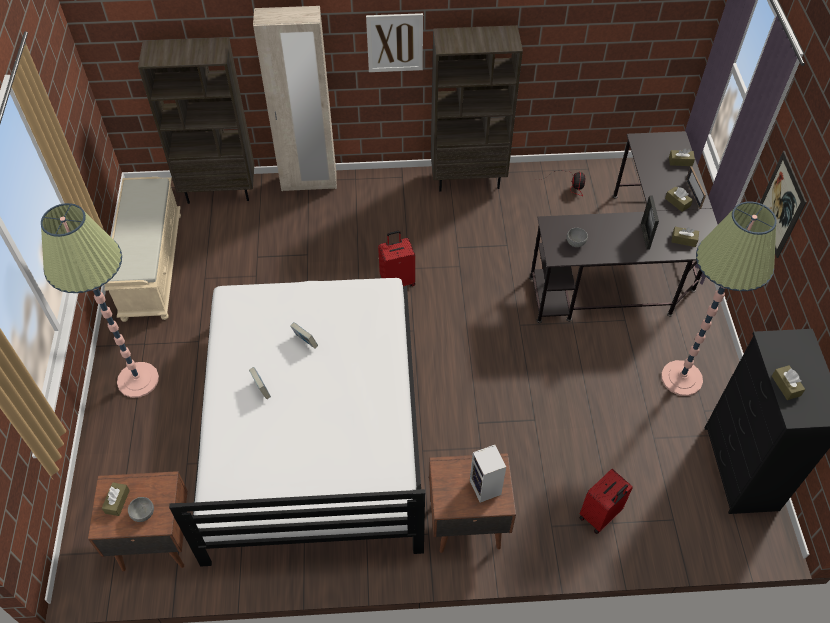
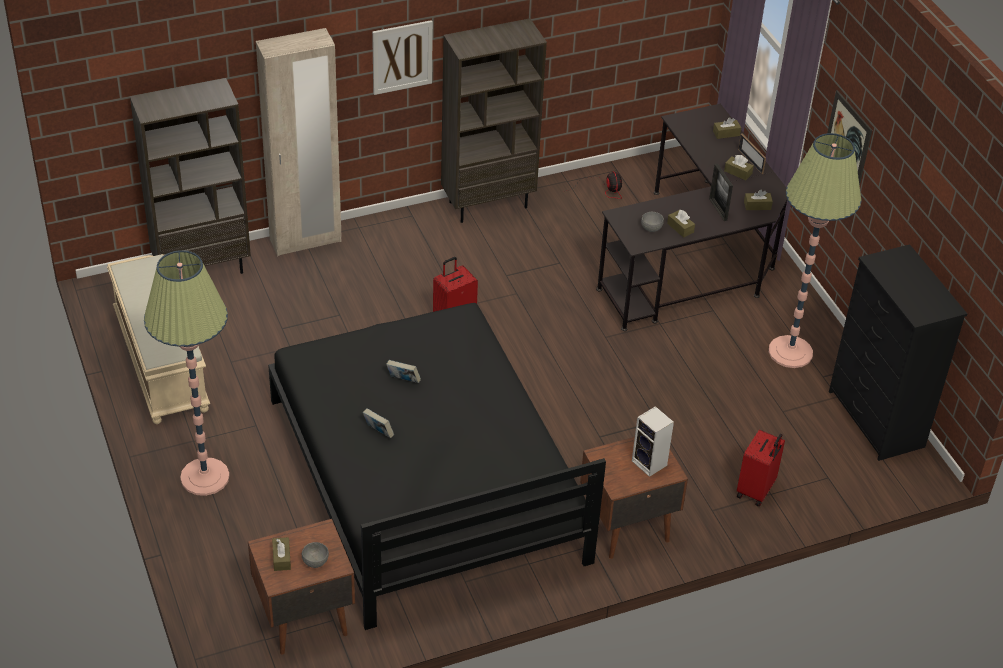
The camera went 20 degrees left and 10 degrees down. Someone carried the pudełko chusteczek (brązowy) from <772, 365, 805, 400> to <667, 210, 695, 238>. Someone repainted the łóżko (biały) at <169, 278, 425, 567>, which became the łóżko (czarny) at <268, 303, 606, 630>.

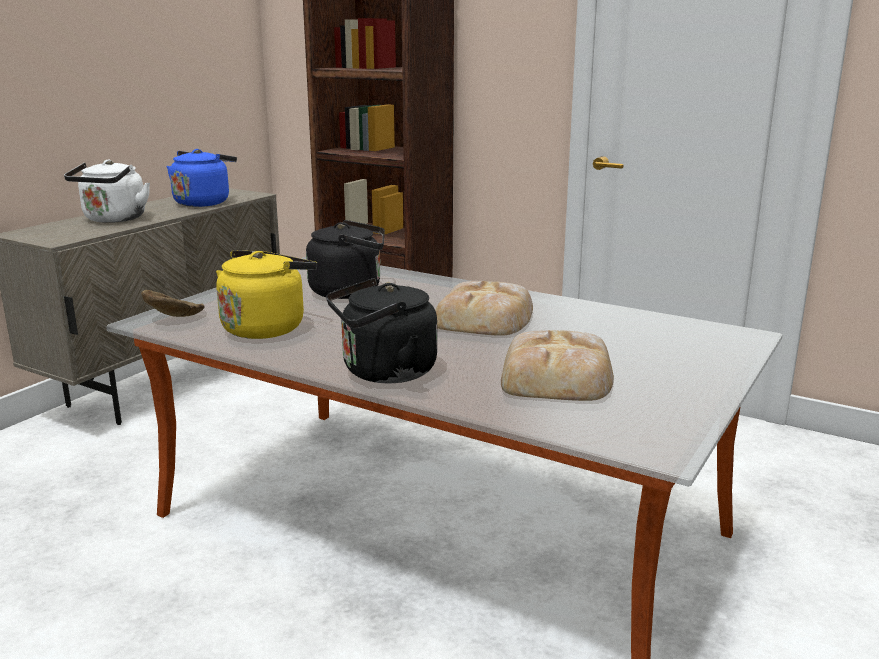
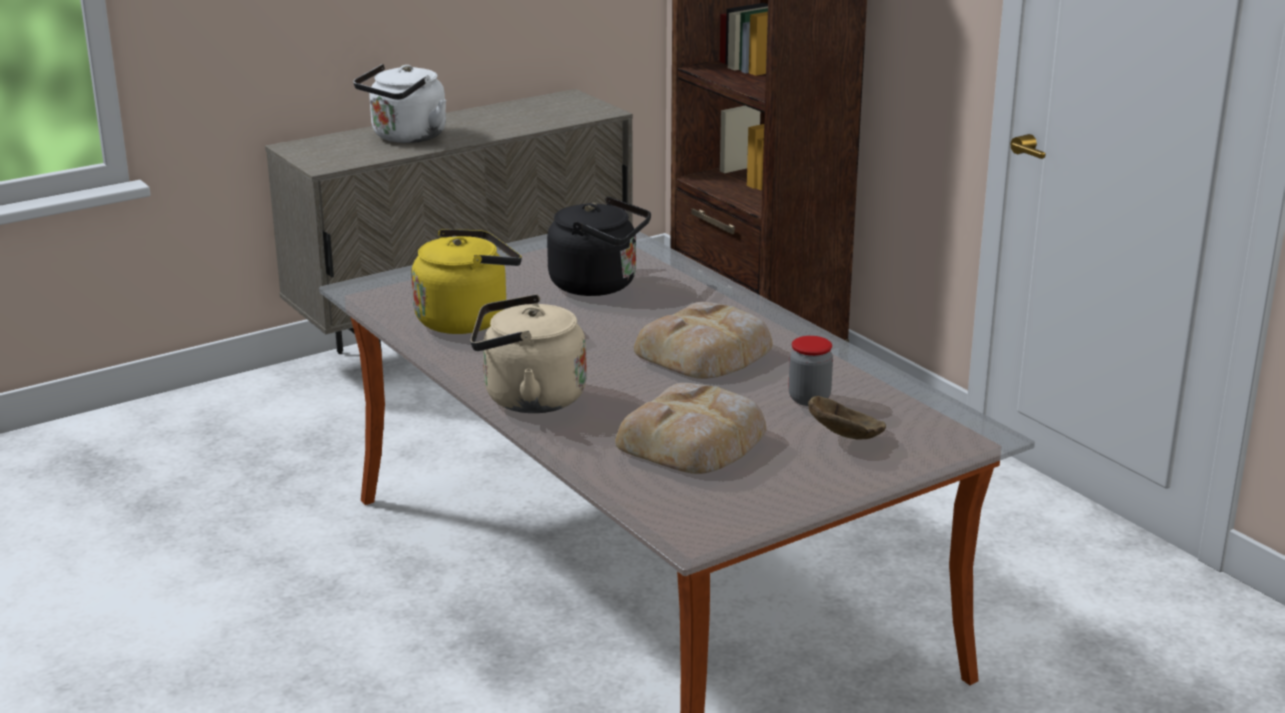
The camera went 25 degrees right and 5 degrees up. Someone took away the czajnik (niebieski) at <166, 149, 237, 207>. Someone put down the słoik at <788, 336, 833, 406>. Someone carried the miska (brązowy) from <141, 290, 205, 317> to <808, 396, 886, 440>. Someone repainted the czajnik (czarny) at <326, 278, 437, 384>, which became the czajnik (beżowy) at <470, 294, 587, 413>.

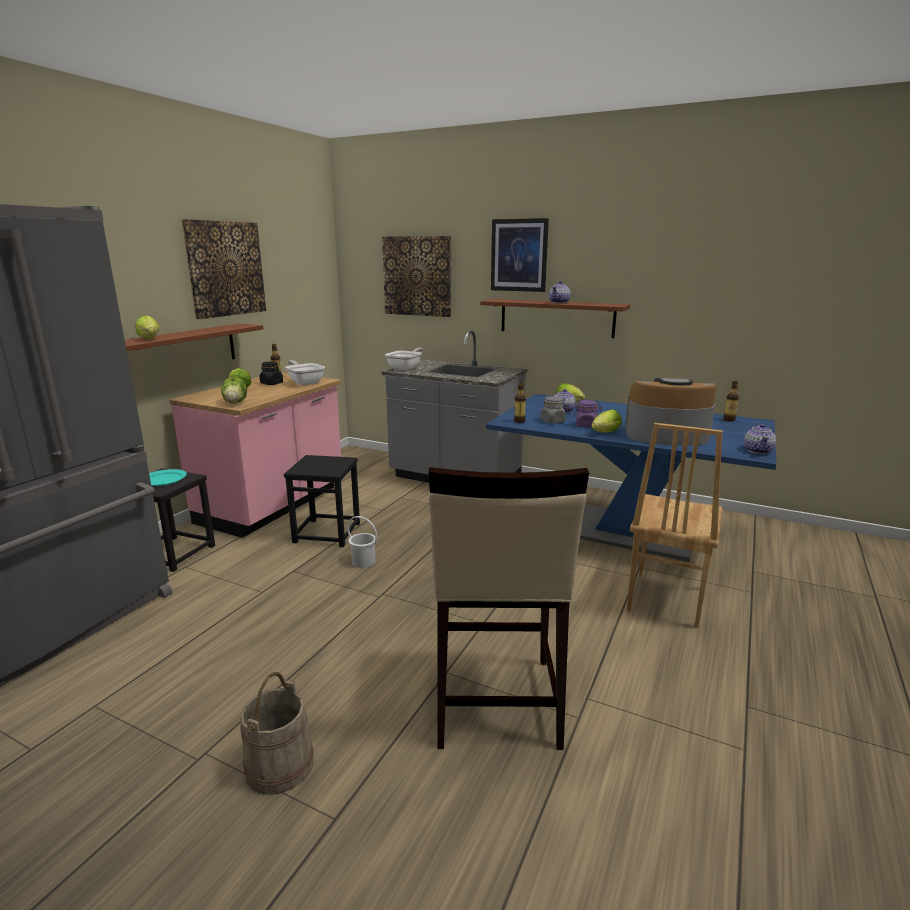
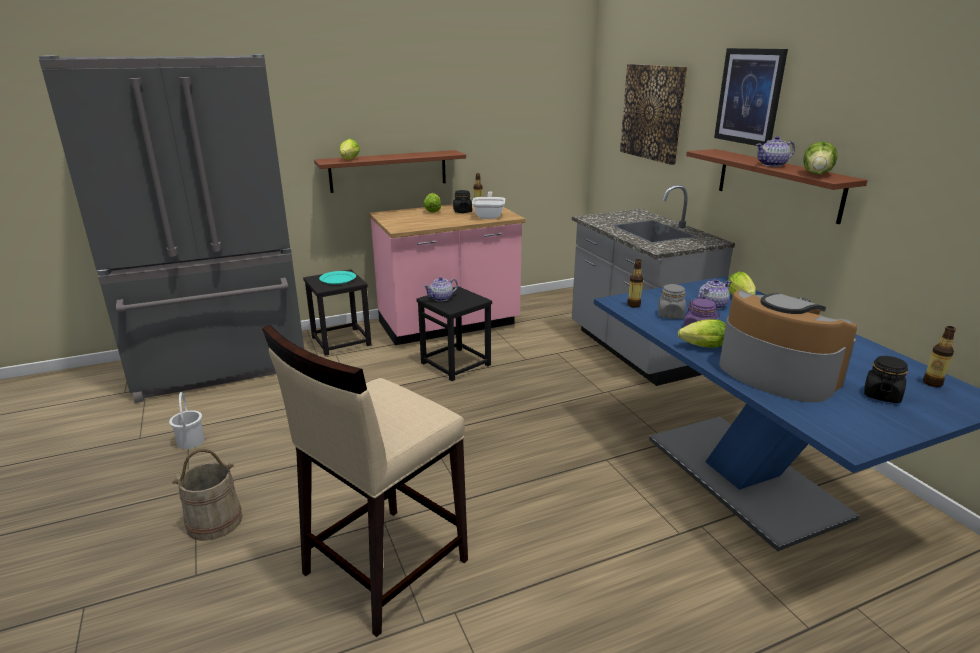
The camera went 40 degrees right and 5 degrees up. Someone took away the obraz at <182, 219, 266, 319>. Someone took away the patelnia at <385, 348, 424, 370>. Someone took away the krzesło (brązowy) at <627, 423, 723, 628>. Someone put down the słoik (czarny) at <864, 356, 908, 403>. Someone carried the sałata from <221, 377, 247, 403> to <803, 142, 837, 175>. Someone carried the wiadro (biały) from <347, 516, 377, 568> to <169, 392, 205, 449>. Someone carried the imbryk from <744, 424, 776, 454> to <423, 277, 458, 302>.

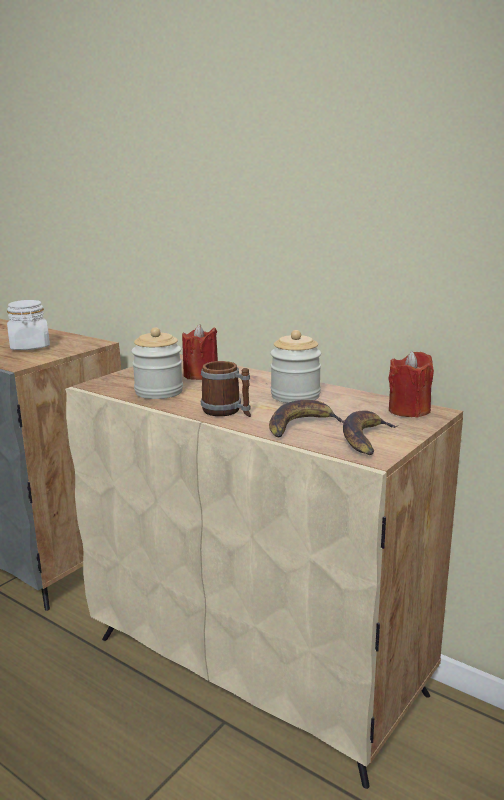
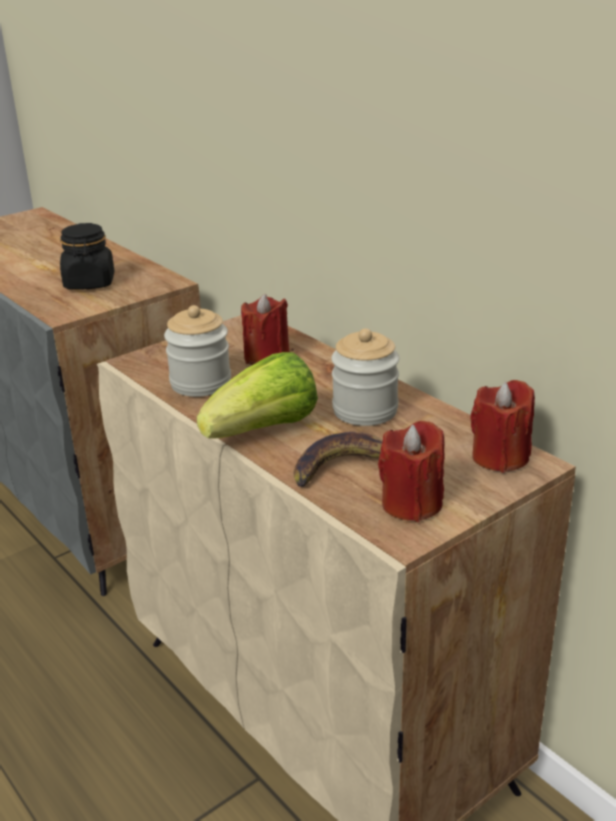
The camera went 15 degrees right and 10 degrees up. Someone swapped the kubek at <201, 361, 251, 417> for the sałata at <197, 352, 318, 439>. Someone swapped the banan at <343, 410, 399, 455> for the świeca (czerwony) at <378, 421, 445, 522>. Someone repainted the słoik (biały) at <7, 300, 50, 350>, which became the słoik (czarny) at <60, 223, 114, 290>.

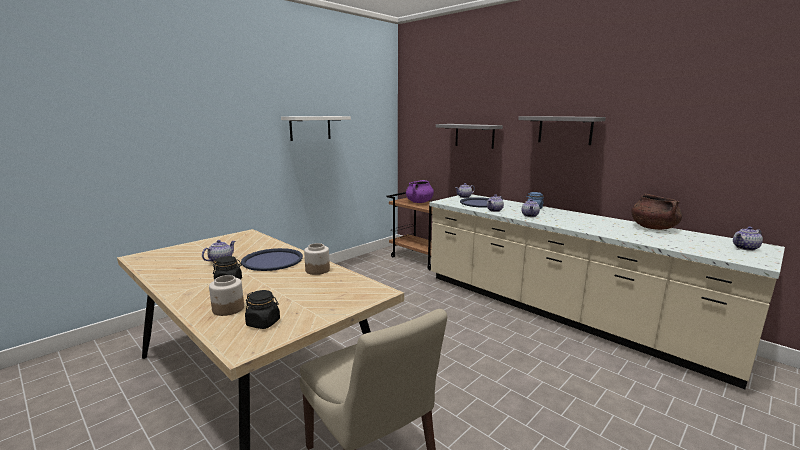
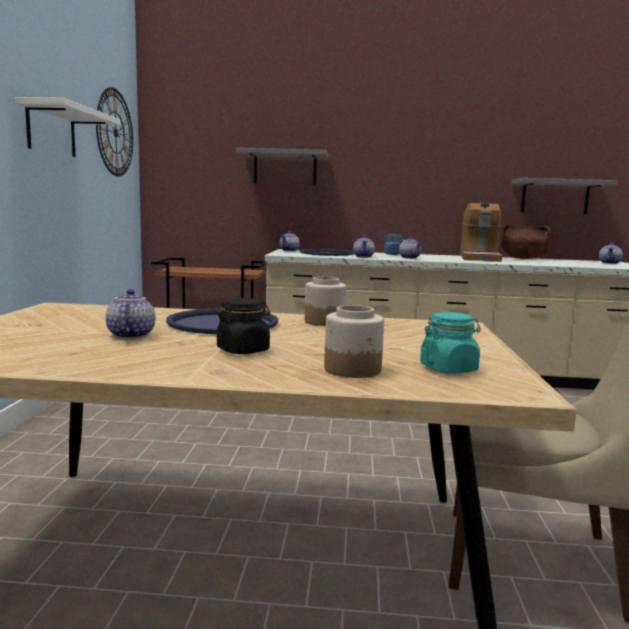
The camera went 40 degrees left and 5 degrees down. Someone took away the garnek (fioletowy) at <406, 180, 434, 203>. Someone put up the zegar ścienny at <96, 87, 133, 176>. Someone put down the ekspres do kawy at <460, 202, 502, 262>. Someone carried the półka (szary) from <518, 116, 606, 145> to <511, 178, 618, 214>. Someone repainted the słoik (czarny) at <245, 290, 280, 329>, which became the słoik (turkusowy) at <420, 312, 481, 373>.

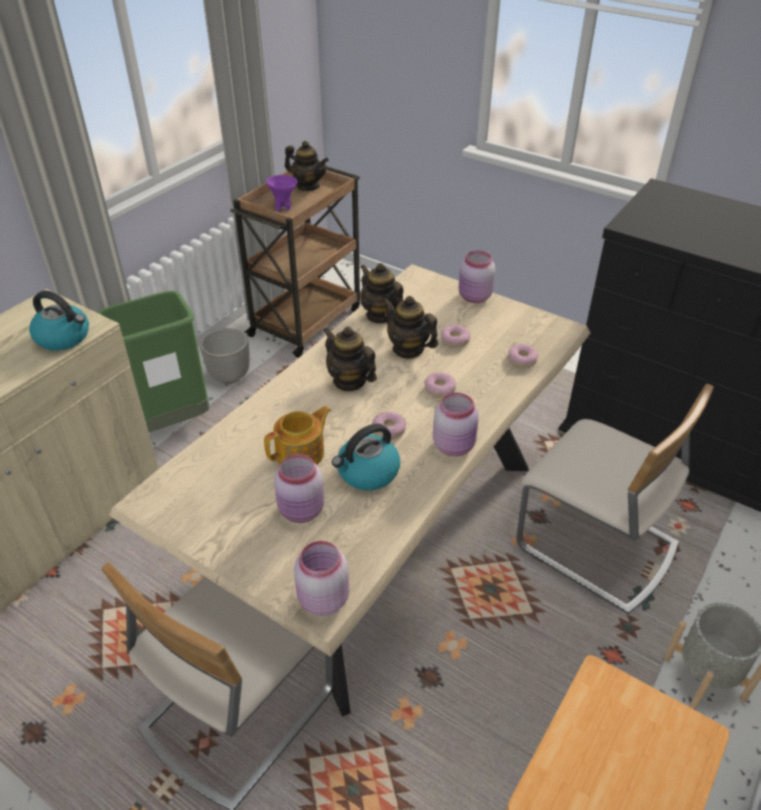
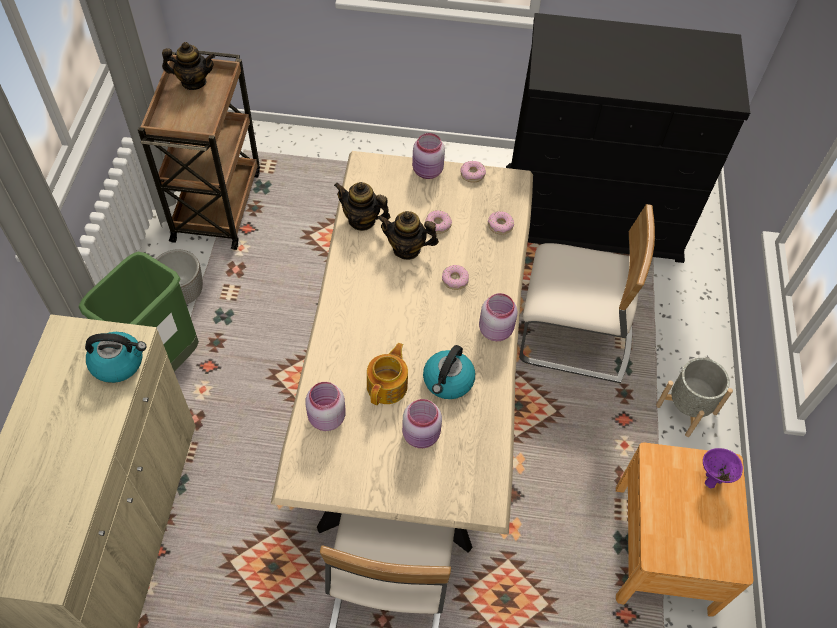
The camera went 30 degrees left and 15 degrees up. Someone took away the imbryk at <323, 326, 377, 391>. Someone carried the miska (fioletowy) from <266, 175, 297, 211> to <703, 448, 743, 489>. Someone carried the słoik (różowy) from <294, 541, 349, 616> to <305, 382, 346, 431>. Someone carried the donut from <372, 412, 406, 439> to <460, 161, 486, 183>.

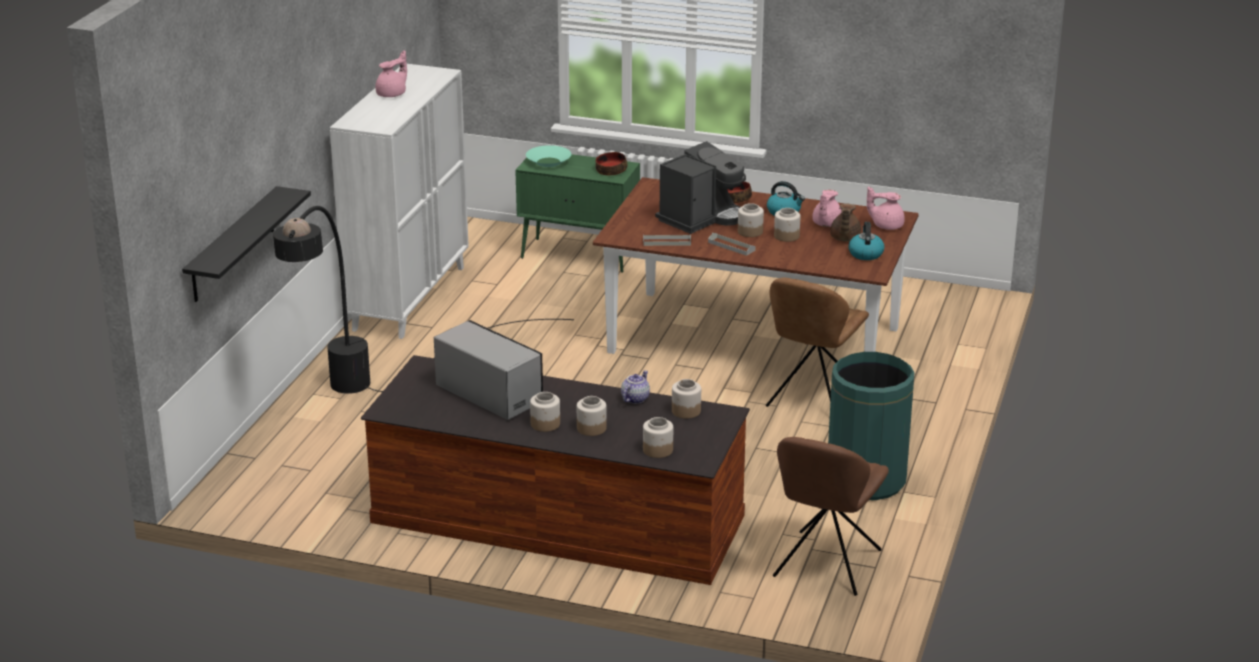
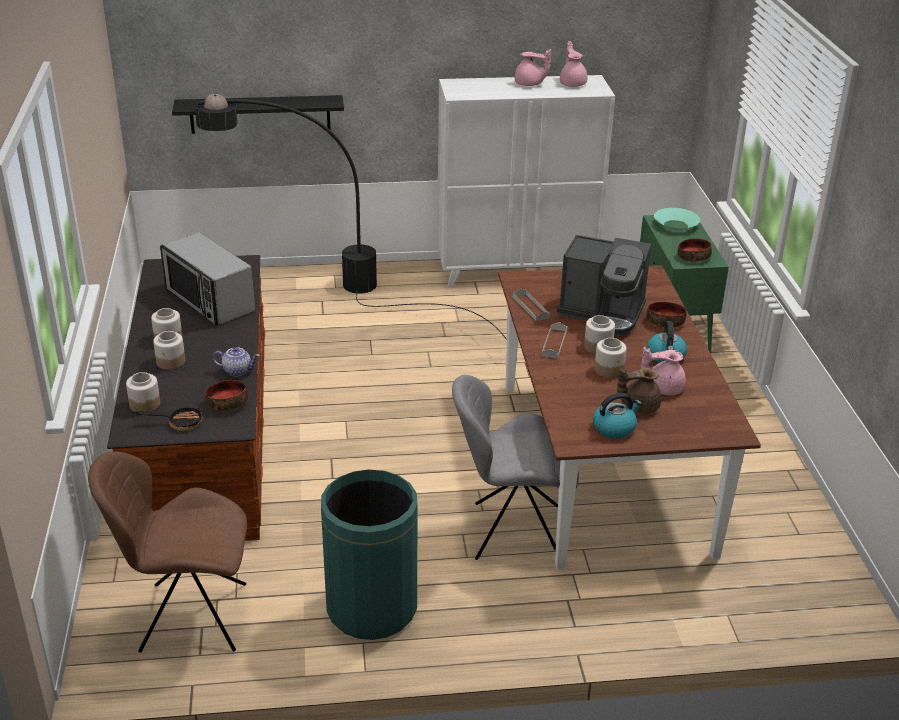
The camera went 65 degrees right and 5 degrees up. Someone put down the patelnia at <136, 406, 203, 431>. Someone carried the imbryk (różowy) from <867, 186, 905, 230> to <560, 41, 587, 87>. Someone swapped the słoik at <672, 379, 701, 419> for the miska at <205, 380, 248, 411>. Someone repainted the krzesło (brązowy) at <766, 278, 869, 407>, which became the krzesło (szary) at <452, 375, 579, 560>. Someone rotated the mikrofalówka at <434, 320, 543, 420> by 120 degrees clockwise.

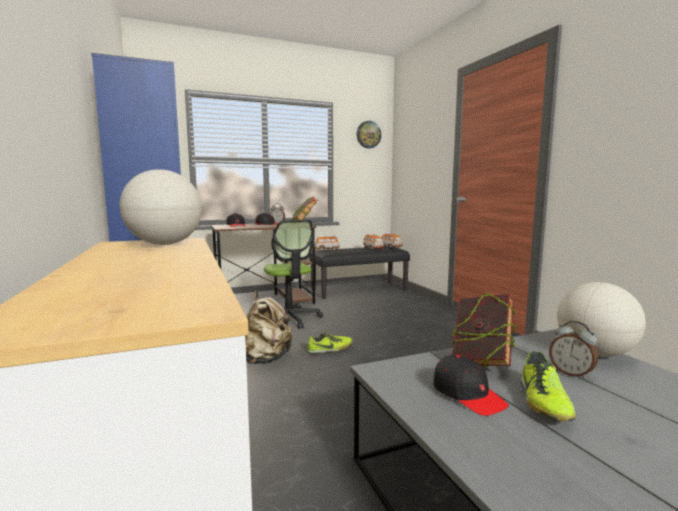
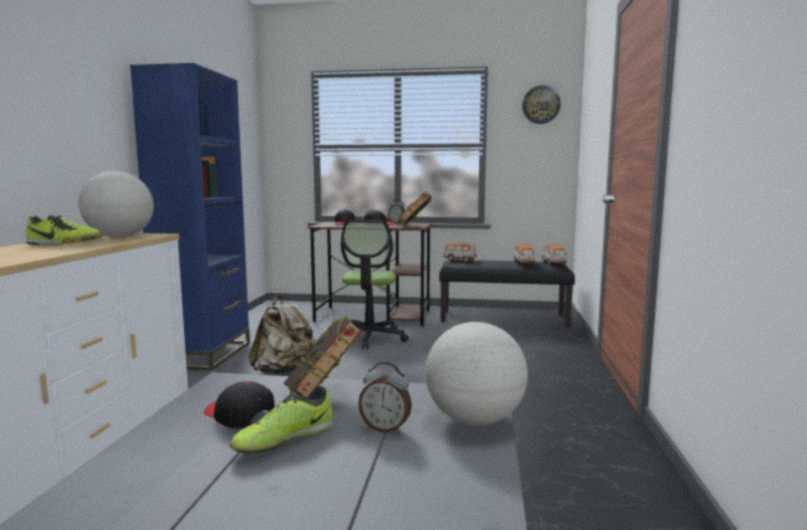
The camera went 30 degrees right and 0 degrees up. Someone carried the but from <308, 333, 352, 354> to <26, 215, 102, 245>. Someone rotated the czapka z daszkiem (czarny) at <433, 355, 509, 416> by 135 degrees clockwise. Someone rotated the budzik at <549, 321, 598, 379> by 60 degrees counterclockwise.

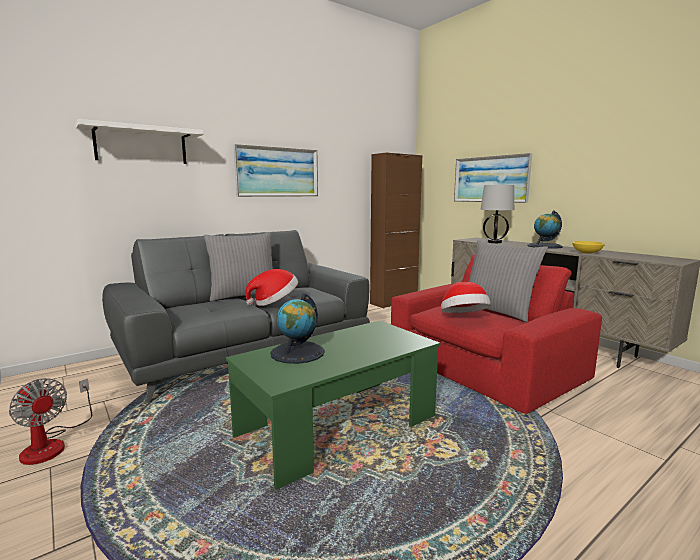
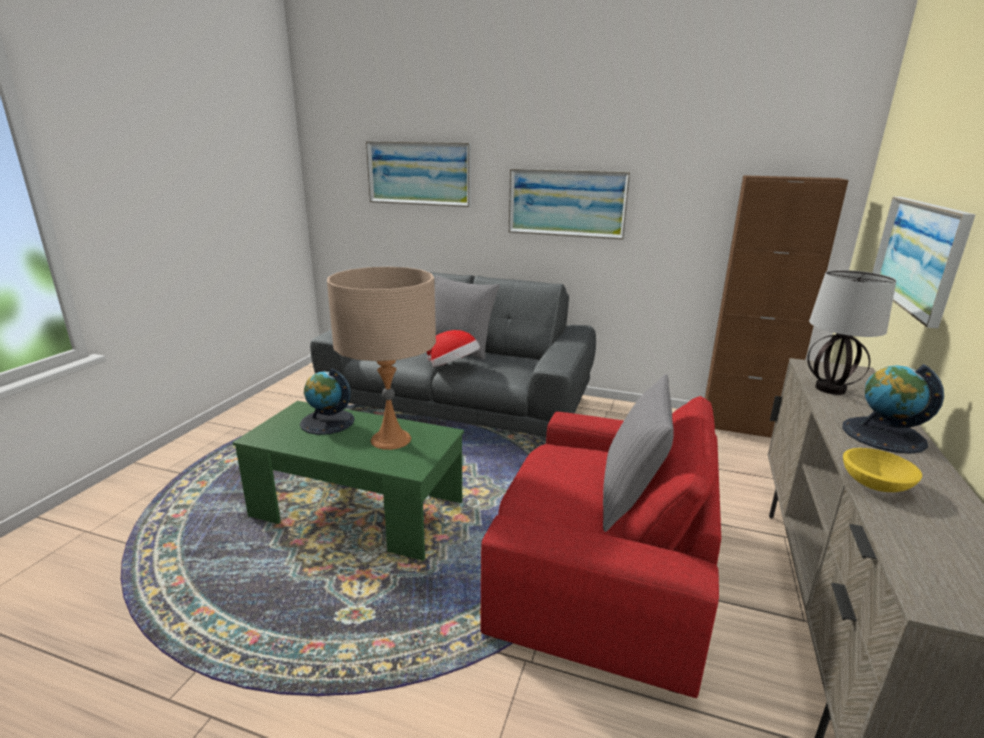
The camera went 55 degrees right and 10 degrees up. Someone took away the wentylator at <9, 378, 92, 465>. Someone took away the kapelusz at <441, 282, 491, 313>. Someone put down the lampa stołowa (beżowy) at <327, 267, 436, 450>. Someone swapped the półka (biały) at <75, 119, 204, 164> for the obraz at <366, 141, 471, 207>.

